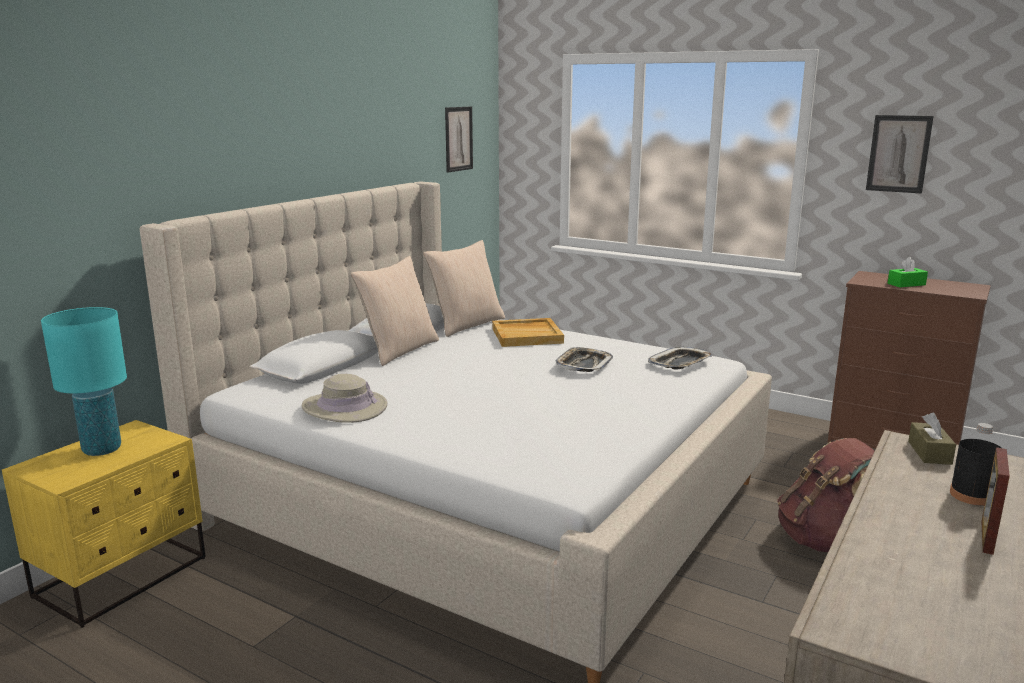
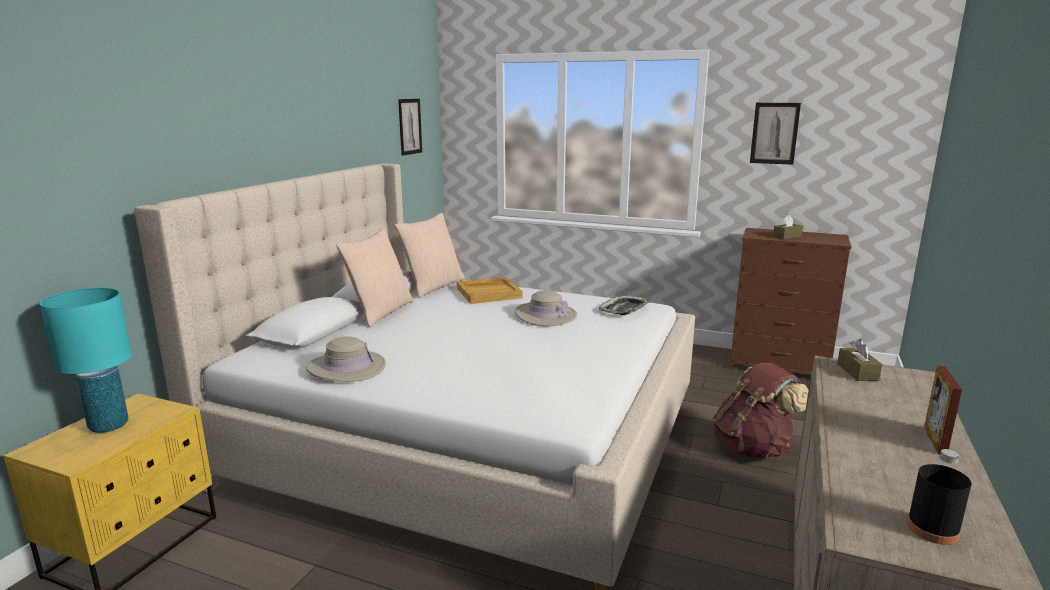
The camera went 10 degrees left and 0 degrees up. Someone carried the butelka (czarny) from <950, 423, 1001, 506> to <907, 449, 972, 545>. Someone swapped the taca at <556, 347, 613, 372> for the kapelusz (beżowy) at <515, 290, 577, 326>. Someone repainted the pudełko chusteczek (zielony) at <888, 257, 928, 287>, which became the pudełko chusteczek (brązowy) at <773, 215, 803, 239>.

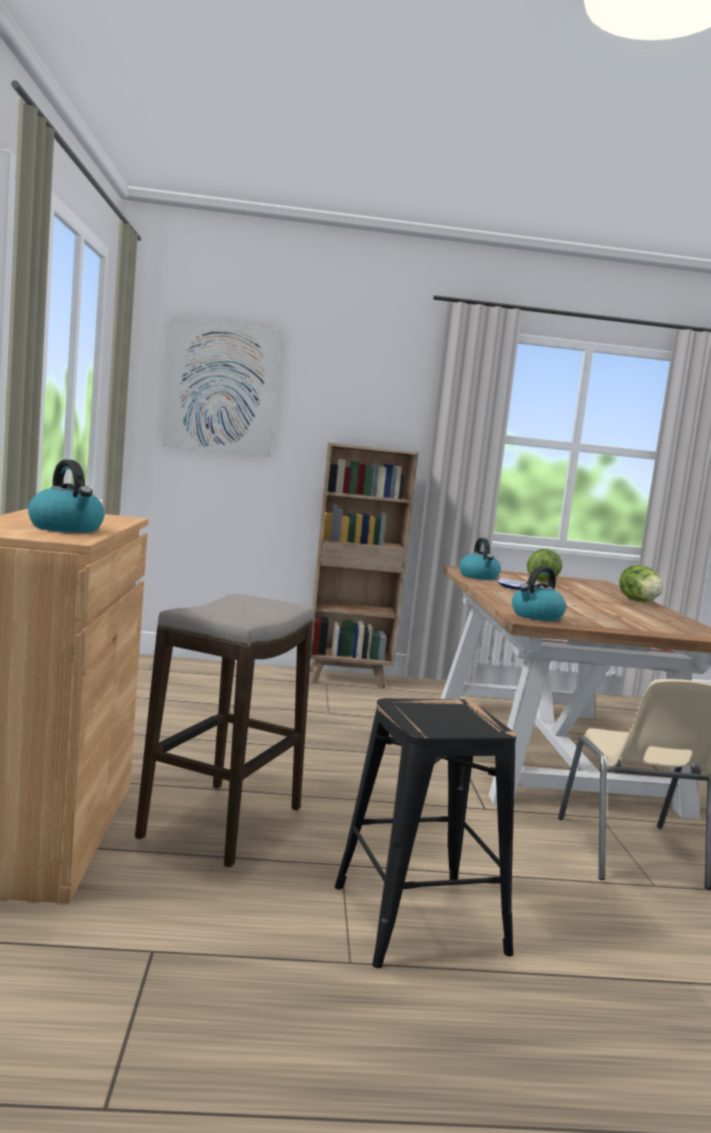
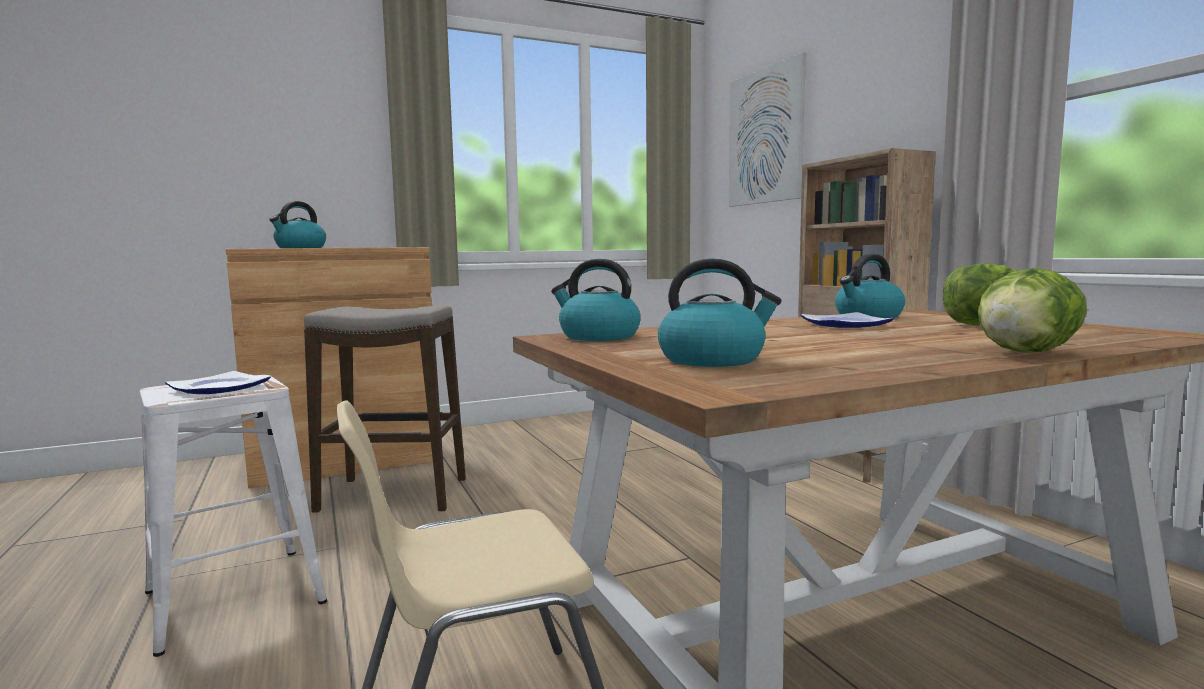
The camera went 70 degrees right and 0 degrees up. Someone put down the talerz at <165, 371, 271, 394>. Someone put down the czajnik at <658, 259, 782, 367>. Someone repainted the stołek (czarny) at <335, 698, 516, 968>, which became the stołek (biały) at <140, 375, 327, 657>.

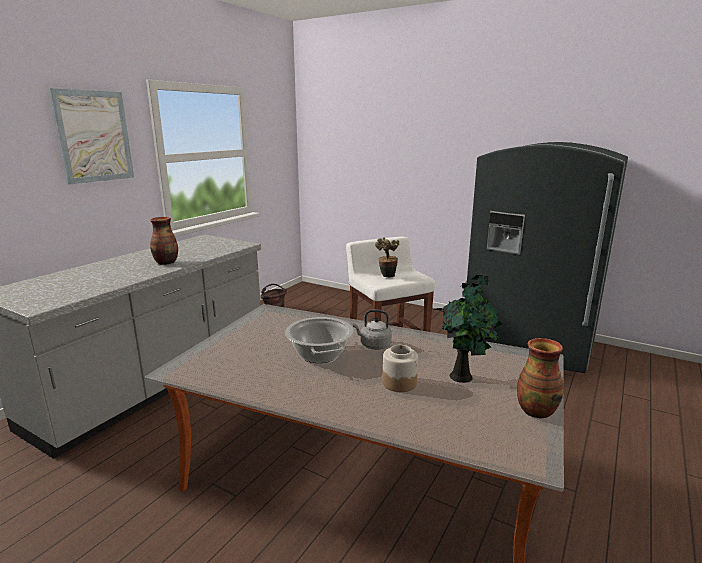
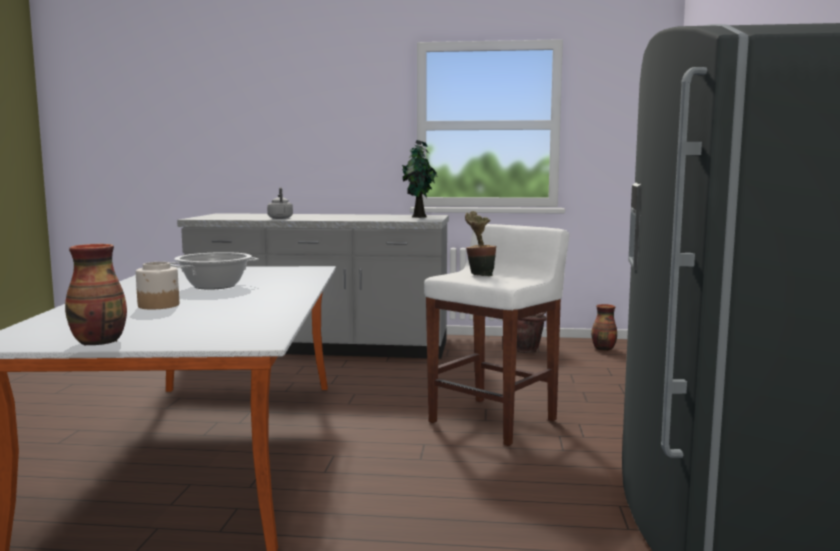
The camera went 65 degrees right and 10 degrees down. Someone took away the obraz at <48, 88, 134, 185>. Someone carried the wazon from <150, 217, 178, 265> to <591, 304, 617, 351>. Someone carried the czajnik (szary) from <353, 309, 392, 350> to <267, 187, 293, 219>. Someone carried the roślina doniczkowa from <434, 275, 503, 383> to <402, 140, 438, 218>.

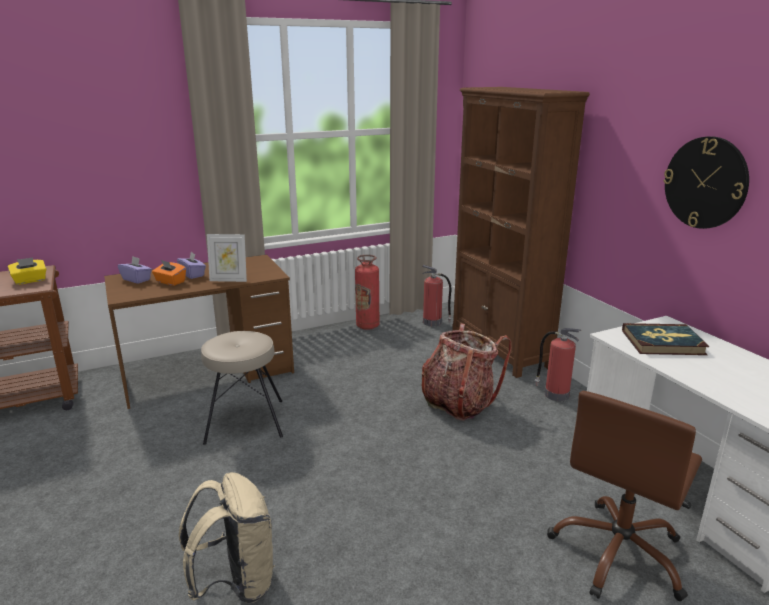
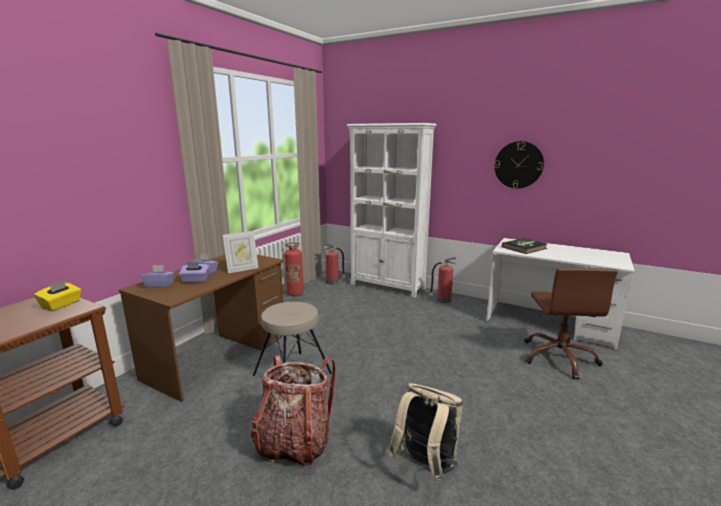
The camera went 35 degrees left and 5 degrees down. Someone carried the plecak from <422, 323, 512, 421> to <251, 355, 336, 466>. Someone repainted the pudełko chusteczek (pomarańczowy) at <152, 260, 186, 286>, which became the pudełko chusteczek (fioletowy) at <179, 263, 210, 283>. Someone repainted the regał (brązowy) at <452, 87, 590, 378>, which became the regał (biały) at <347, 123, 436, 298>.

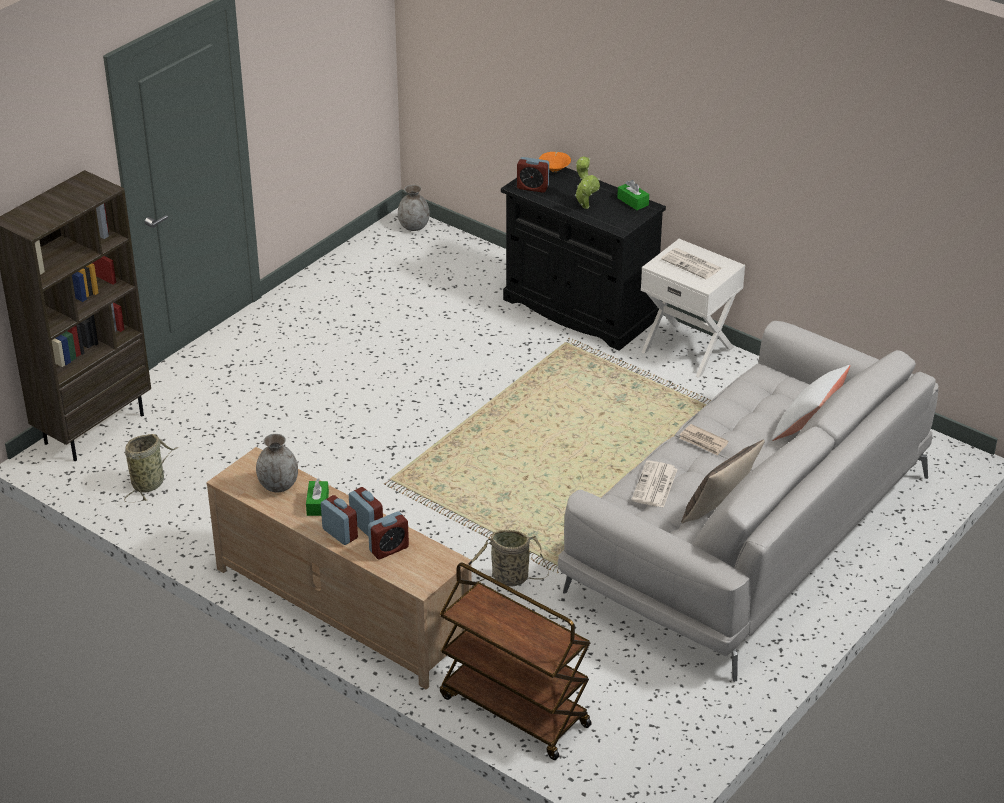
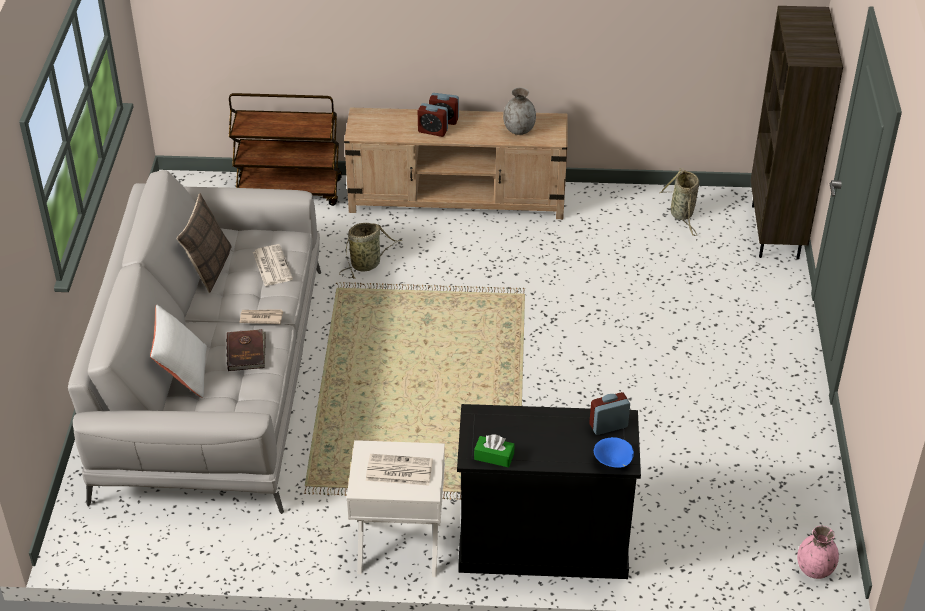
The camera went 145 degrees right and 5 degrees up. Someone took away the pudełko chusteczek (zielony) at <306, 478, 329, 516>. Someone took away the budzik at <368, 511, 409, 559>. Someone took away the roślina doniczkowa at <574, 156, 600, 209>. Someone put down the książka (brązowy) at <226, 329, 266, 371>. Someone repainted the wazon (szary) at <398, 185, 430, 231>, which became the wazon (różowy) at <797, 526, 839, 579>. Someone repainted the miska (pomarańczowy) at <539, 152, 571, 172>, which became the miska (niebieski) at <594, 437, 634, 468>.

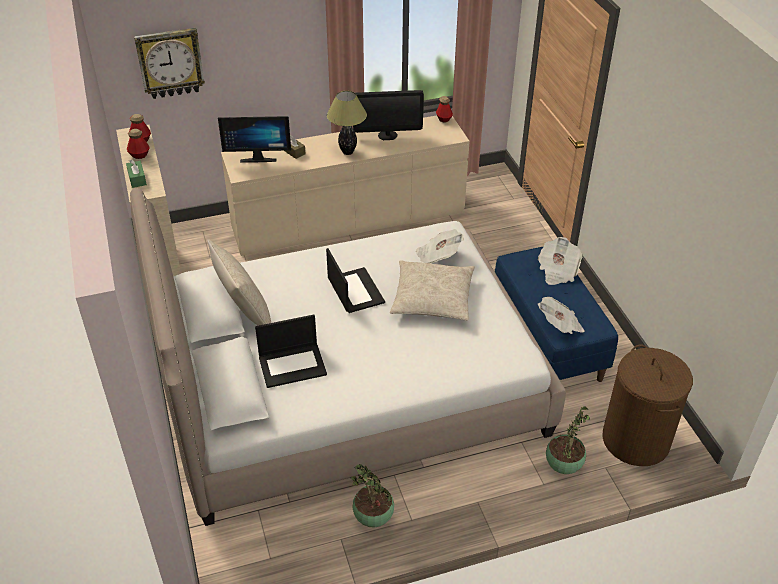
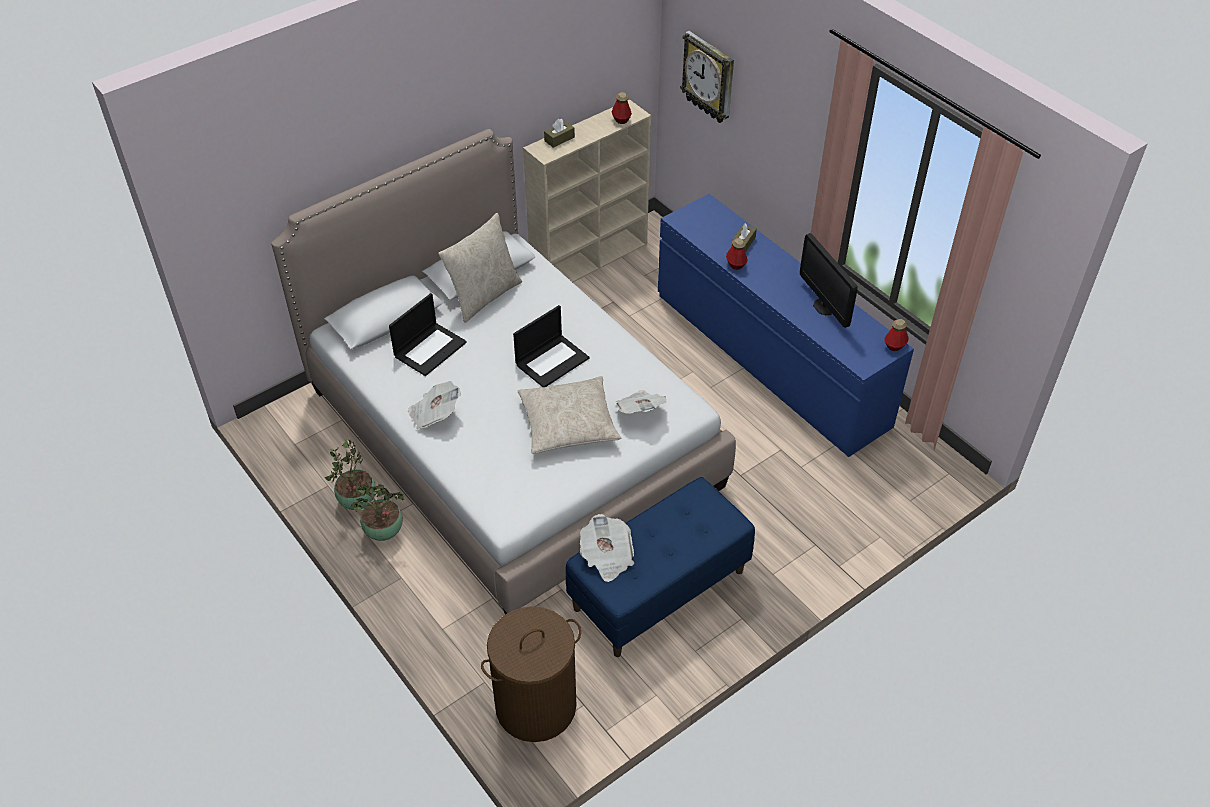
The camera went 70 degrees right and 5 degrees up. Someone took away the monitor at <218, 116, 291, 163>. Someone took away the lampa stołowa at <327, 91, 367, 155>. Someone carried the butelka from <127, 129, 150, 159> to <726, 238, 747, 270>. Someone carried the gazeta from <538, 237, 582, 285> to <408, 381, 461, 429>. Someone carried the roślina doniczkowa from <546, 406, 590, 474> to <351, 484, 404, 541>. Someone repainted the pudełko chusteczek (zielony) at <126, 159, 147, 188>, which became the pudełko chusteczek (brązowy) at <544, 119, 575, 148>. Someone repainted the komoda (beżowy) at <221, 115, 470, 256>, which became the komoda (niebieski) at <658, 194, 914, 457>. Someone rotated the laptop at <255, 315, 327, 388> by 105 degrees counterclockwise.

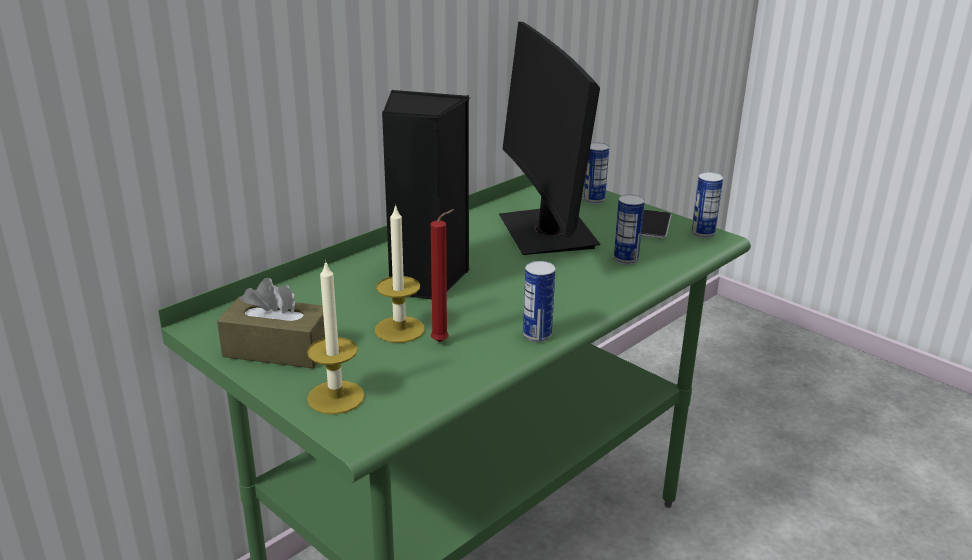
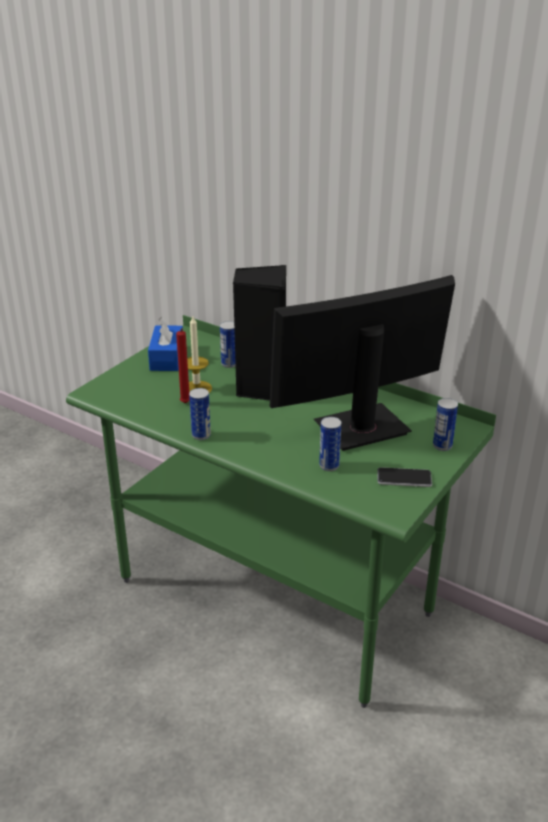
The camera went 80 degrees right and 5 degrees up. Someone took away the świeca at <307, 260, 365, 414>. Someone carried the puszka from <691, 172, 723, 238> to <220, 321, 236, 368>. Someone repainted the pudełko chusteczek (brązowy) at <217, 278, 325, 368>, which became the pudełko chusteczek (niebieski) at <148, 317, 183, 371>.

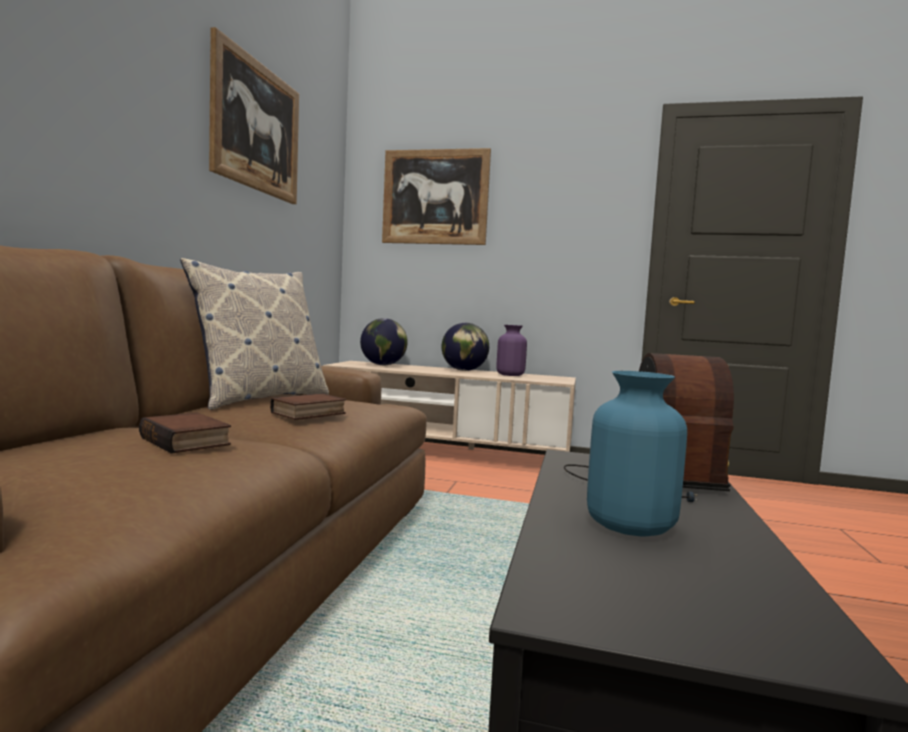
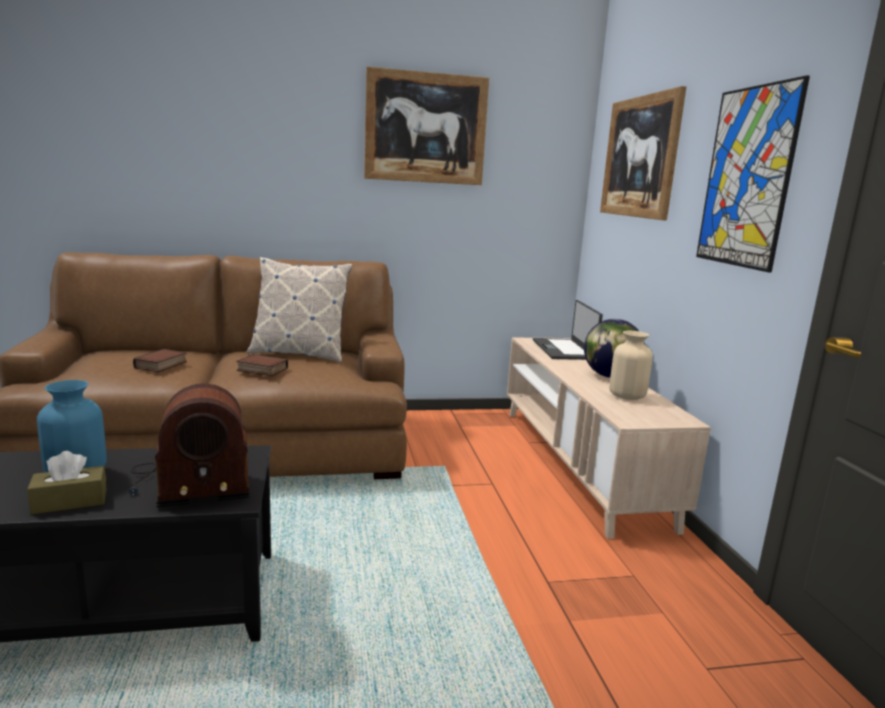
The camera went 65 degrees right and 10 degrees up. Someone put down the pudełko chusteczek (brązowy) at <27, 451, 106, 514>. Someone put up the obraz at <696, 75, 810, 273>. Someone swapped the globus at <360, 318, 408, 365> for the laptop at <533, 300, 603, 360>. Someone repainted the wazon (fioletowy) at <496, 325, 527, 376>, which became the wazon (beżowy) at <609, 331, 653, 400>.

